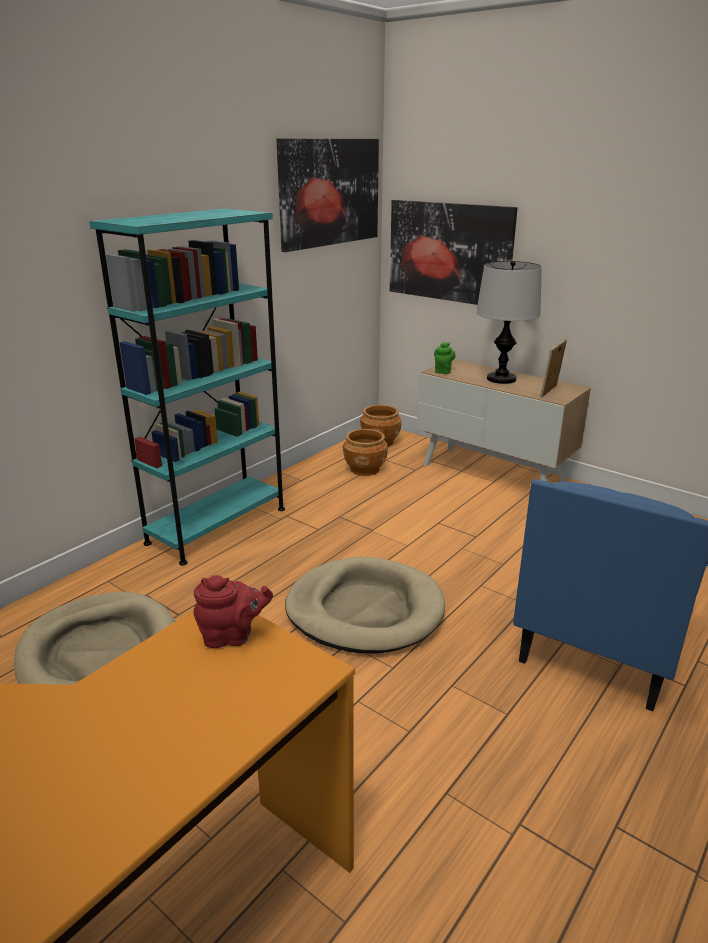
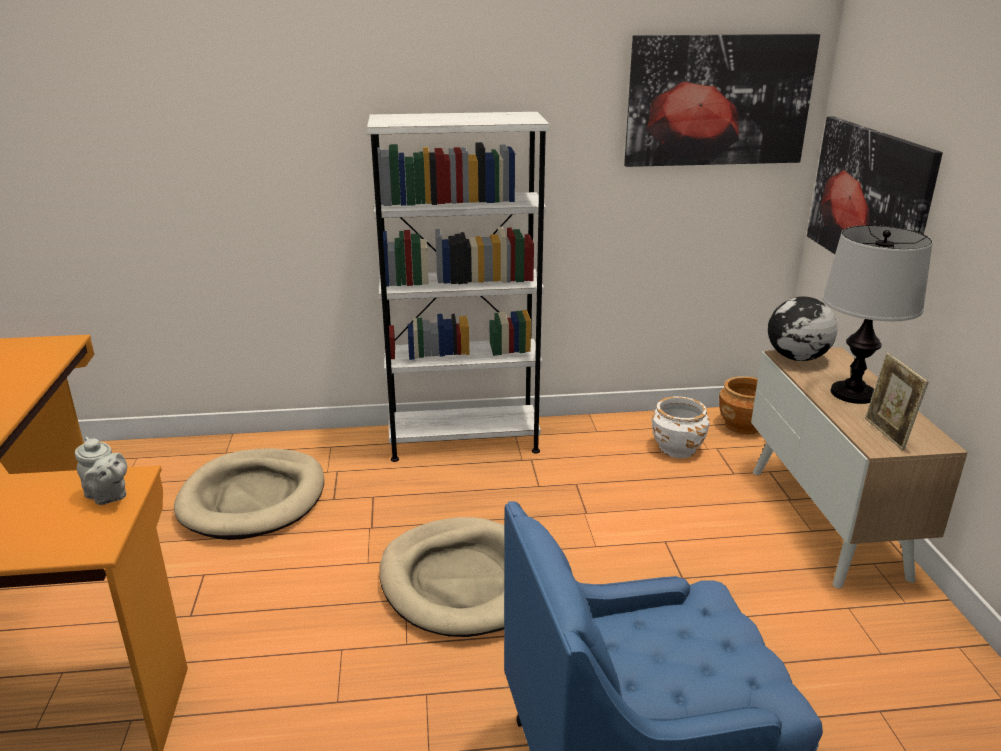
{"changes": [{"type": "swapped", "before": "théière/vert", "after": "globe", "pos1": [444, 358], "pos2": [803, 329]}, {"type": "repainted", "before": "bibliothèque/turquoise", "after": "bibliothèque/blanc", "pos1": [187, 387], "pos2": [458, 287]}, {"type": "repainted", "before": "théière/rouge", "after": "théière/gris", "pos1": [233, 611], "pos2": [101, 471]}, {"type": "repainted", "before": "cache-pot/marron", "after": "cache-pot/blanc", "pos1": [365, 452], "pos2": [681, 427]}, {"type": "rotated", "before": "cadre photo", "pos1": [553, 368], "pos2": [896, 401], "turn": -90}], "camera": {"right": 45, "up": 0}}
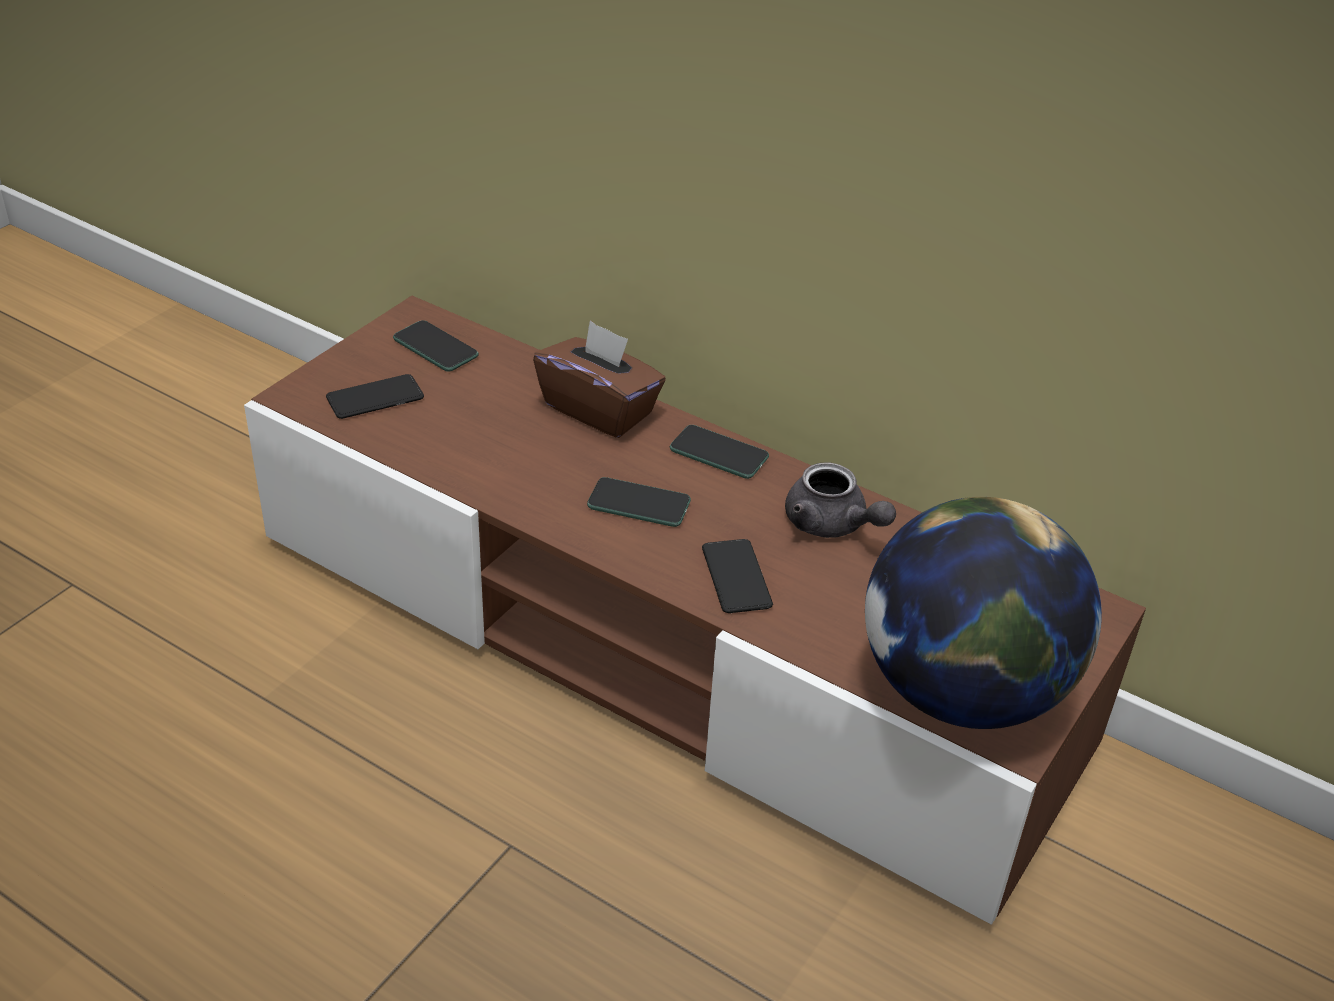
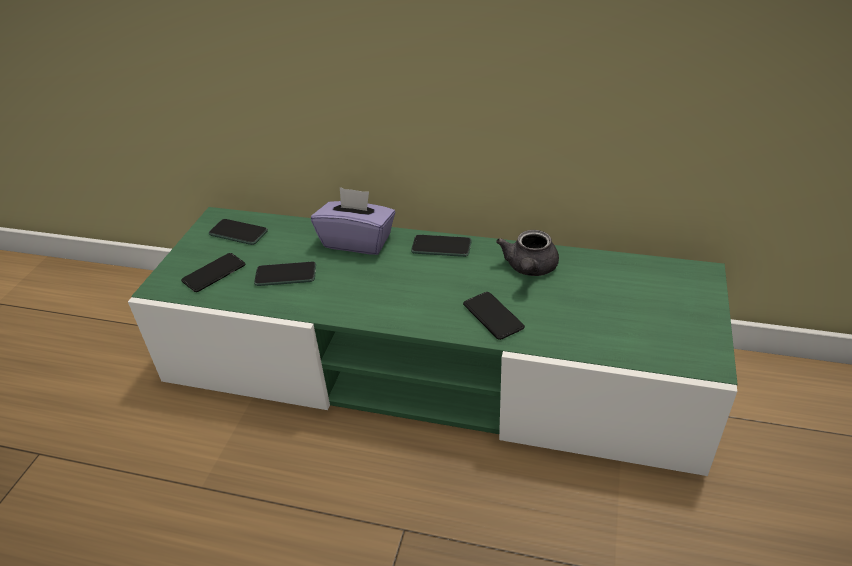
{"changes": [{"type": "gone", "before": "globe", "pos1": [983, 613]}, {"type": "shifted", "before": "téléphone", "pos1": [639, 502], "pos2": [285, 274]}, {"type": "repainted", "before": "meuble télé/marron", "after": "meuble télé/vert", "pos1": [695, 610], "pos2": [433, 341]}, {"type": "repainted", "before": "boîte à mouchoirs/marron", "after": "boîte à mouchoirs/violet", "pos1": [599, 379], "pos2": [353, 221]}, {"type": "rotated", "before": "théière/gris", "pos1": [840, 500], "pos2": [527, 253], "turn": 75}], "camera": {"right": -15, "up": 0}}
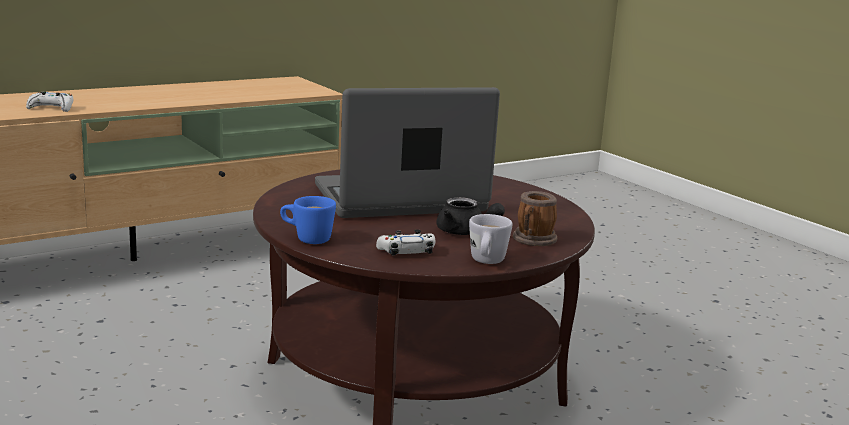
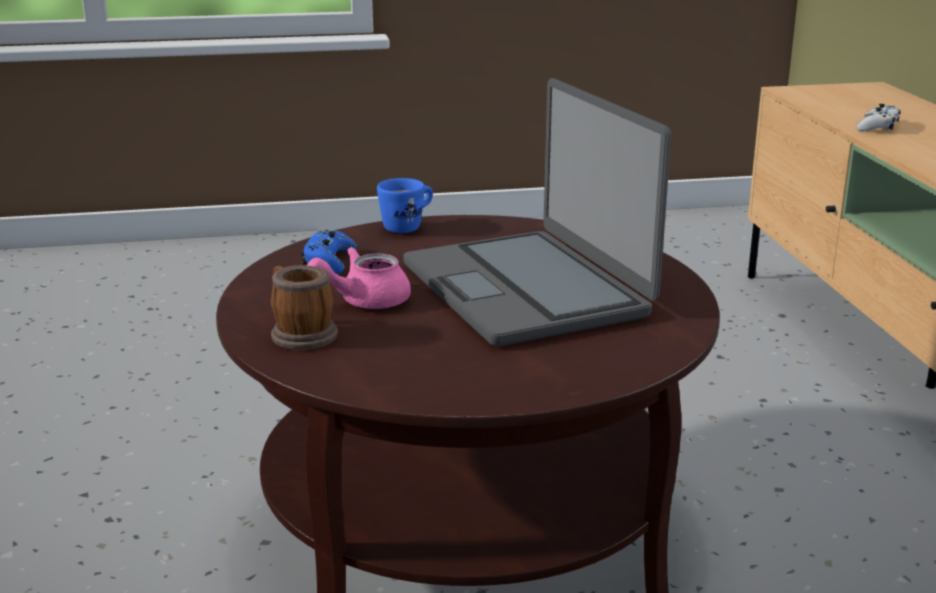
{"changes": [{"type": "gone", "before": "mug/blanc", "pos1": [491, 239]}, {"type": "repainted", "before": "manette/blanc", "after": "manette/bleu", "pos1": [405, 243], "pos2": [329, 251]}, {"type": "repainted", "before": "théière/noir", "after": "théière/rose", "pos1": [470, 216], "pos2": [359, 278]}, {"type": "rotated", "before": "ordinateur portable", "pos1": [407, 152], "pos2": [537, 212], "turn": 150}], "camera": {"right": 115, "up": 5}}
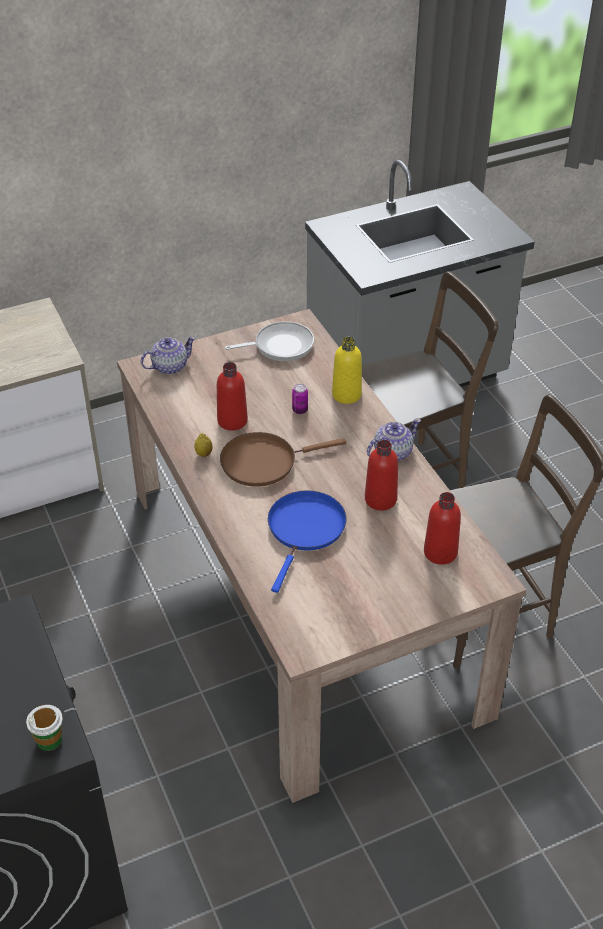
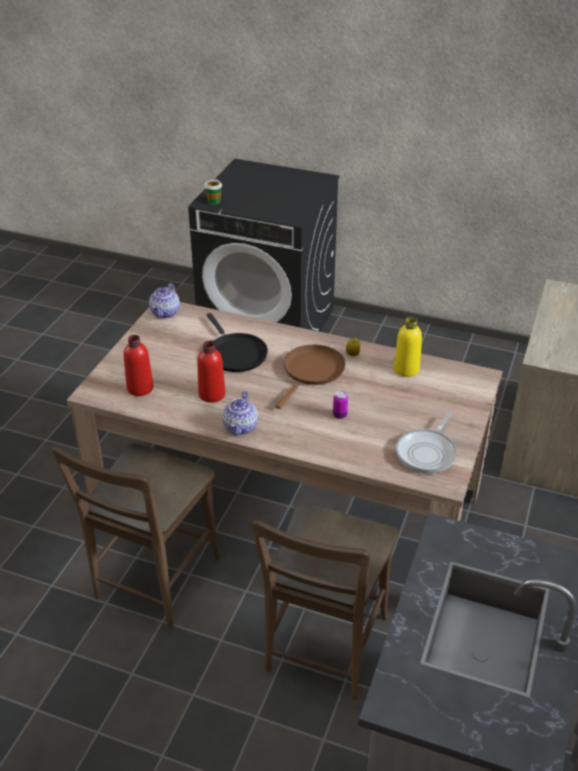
{"changes": [{"type": "gone", "before": "bouteille/rouge", "pos1": [232, 396]}, {"type": "shifted", "before": "théière", "pos1": [168, 355], "pos2": [164, 300]}, {"type": "shifted", "before": "bouteille/jaune", "pos1": [347, 370], "pos2": [408, 347]}, {"type": "repainted", "before": "poêle/bleu", "after": "poêle/noir", "pos1": [307, 541], "pos2": [237, 342]}], "camera": {"right": 135, "up": -5}}
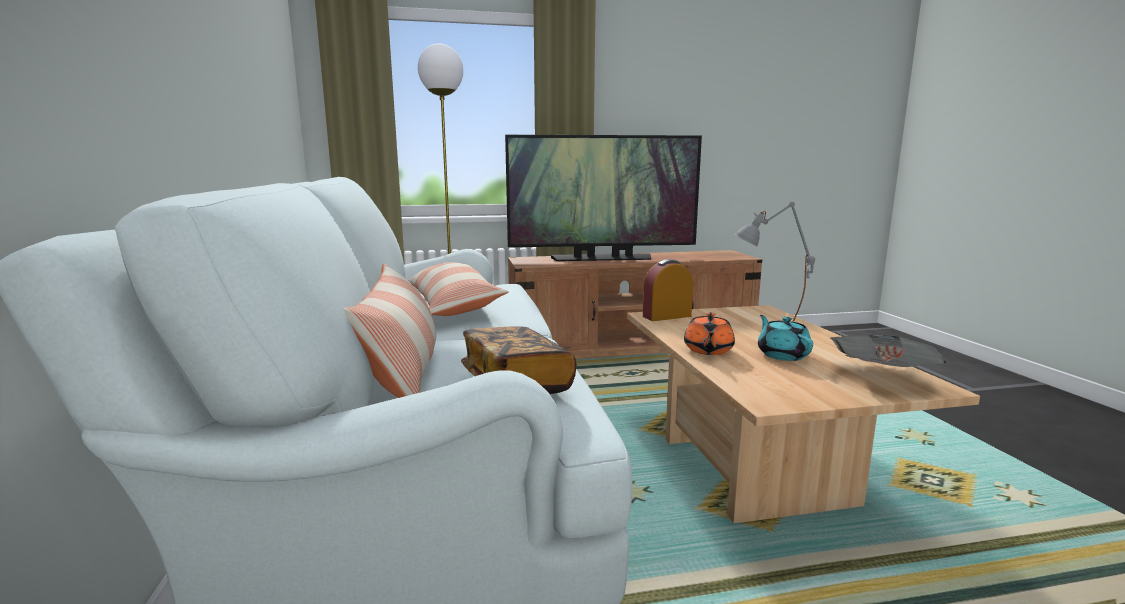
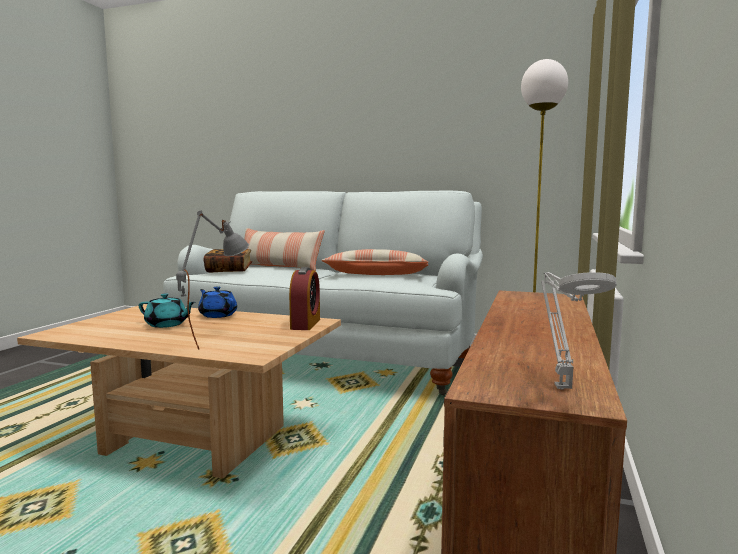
{"changes": [{"type": "gone", "before": "téléviseur", "pos1": [603, 198]}, {"type": "gone", "before": "journal", "pos1": [888, 351]}, {"type": "new", "after": "lampe de table/gris", "pos2": [579, 331]}, {"type": "repainted", "before": "théière/orange", "after": "théière/bleu", "pos1": [709, 333], "pos2": [217, 302]}], "camera": {"right": 120, "up": -5}}
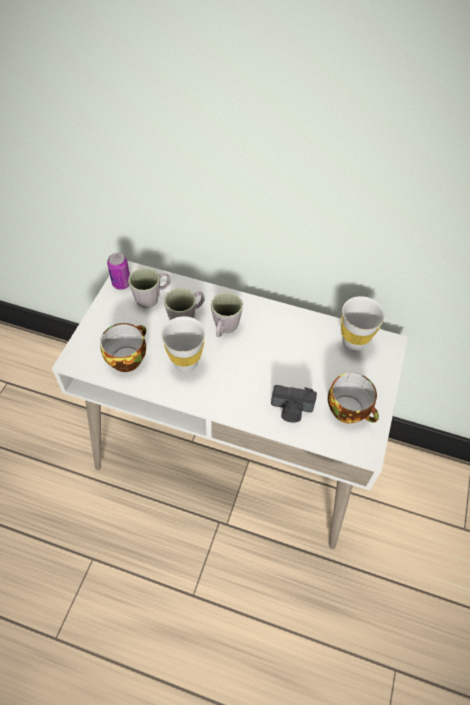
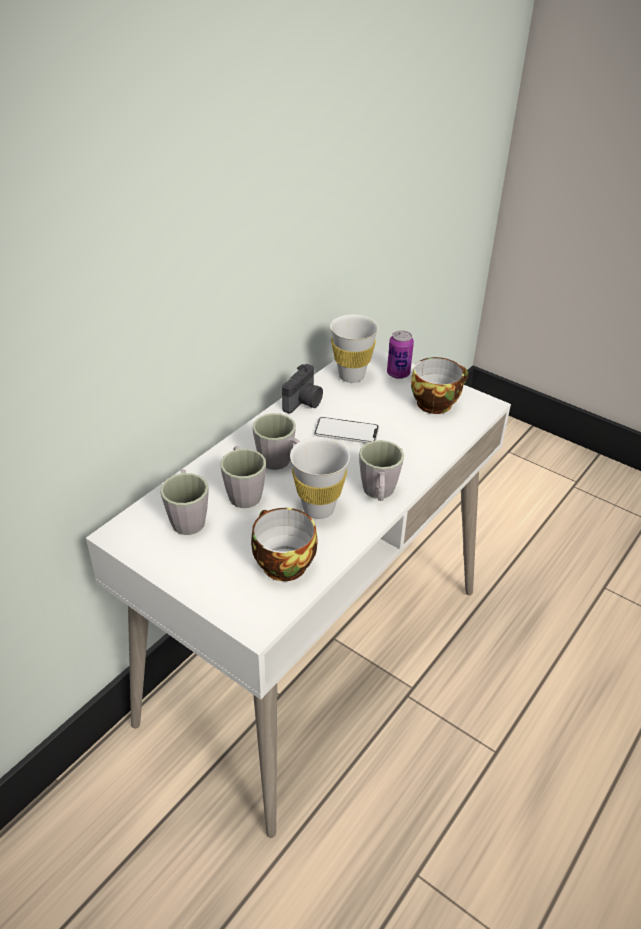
{"changes": [{"type": "new", "after": "téléphone", "pos2": [346, 430]}, {"type": "new", "after": "mug/gris", "pos2": [381, 470]}, {"type": "shifted", "before": "boîte métallique", "pos1": [118, 271], "pos2": [400, 354]}, {"type": "shifted", "before": "appareil photo", "pos1": [294, 404], "pos2": [302, 388]}], "camera": {"right": -70, "up": -15}}
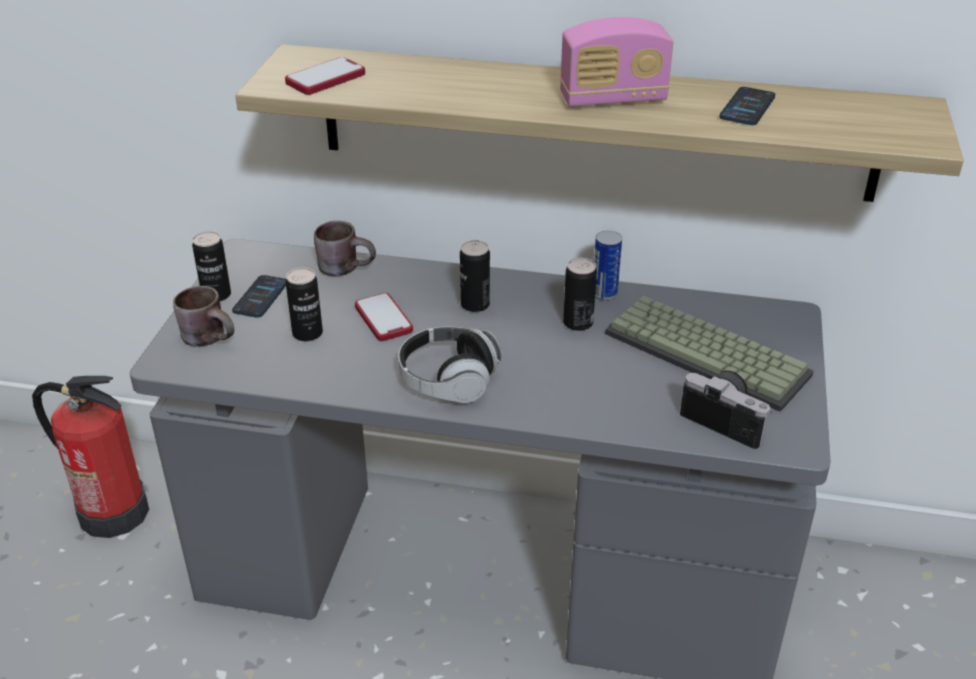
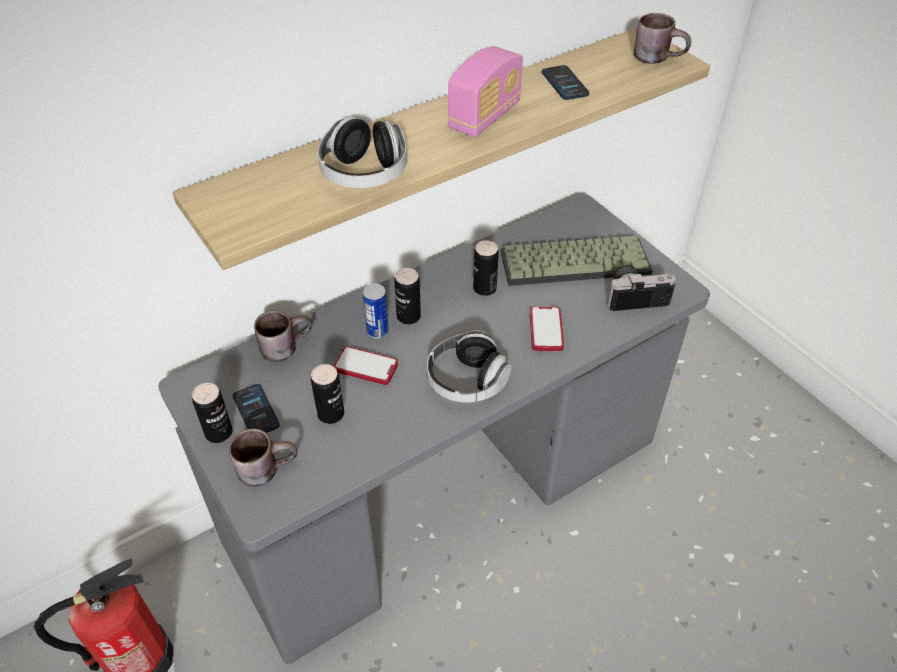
{"changes": [{"type": "new", "after": "casque audio", "pos2": [362, 152]}, {"type": "new", "after": "mug/marron", "pos2": [662, 38]}, {"type": "shifted", "before": "téléphone", "pos1": [325, 76], "pos2": [547, 328]}, {"type": "shifted", "before": "boîte métallique", "pos1": [608, 265], "pos2": [376, 311]}], "camera": {"right": -45, "up": 10}}
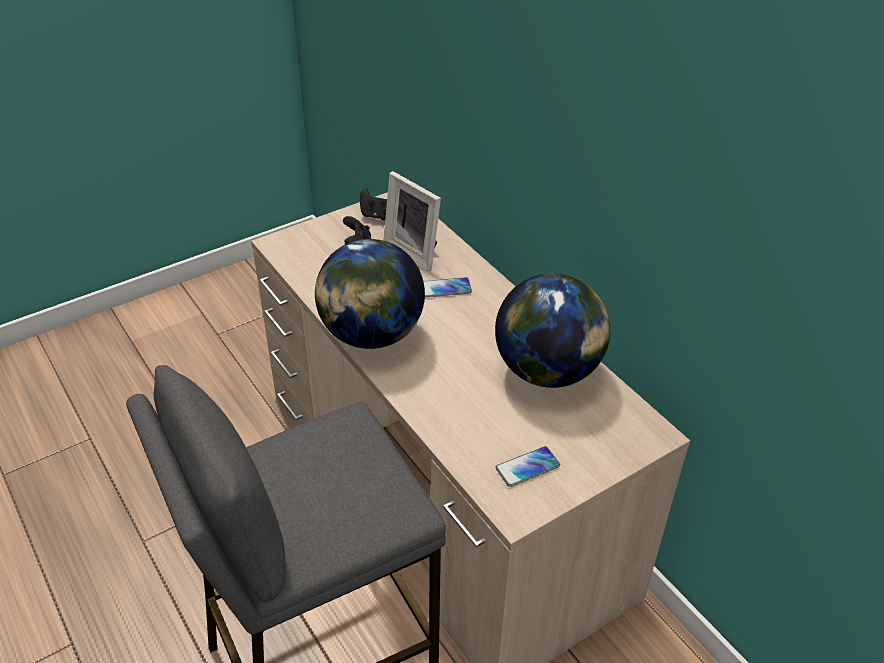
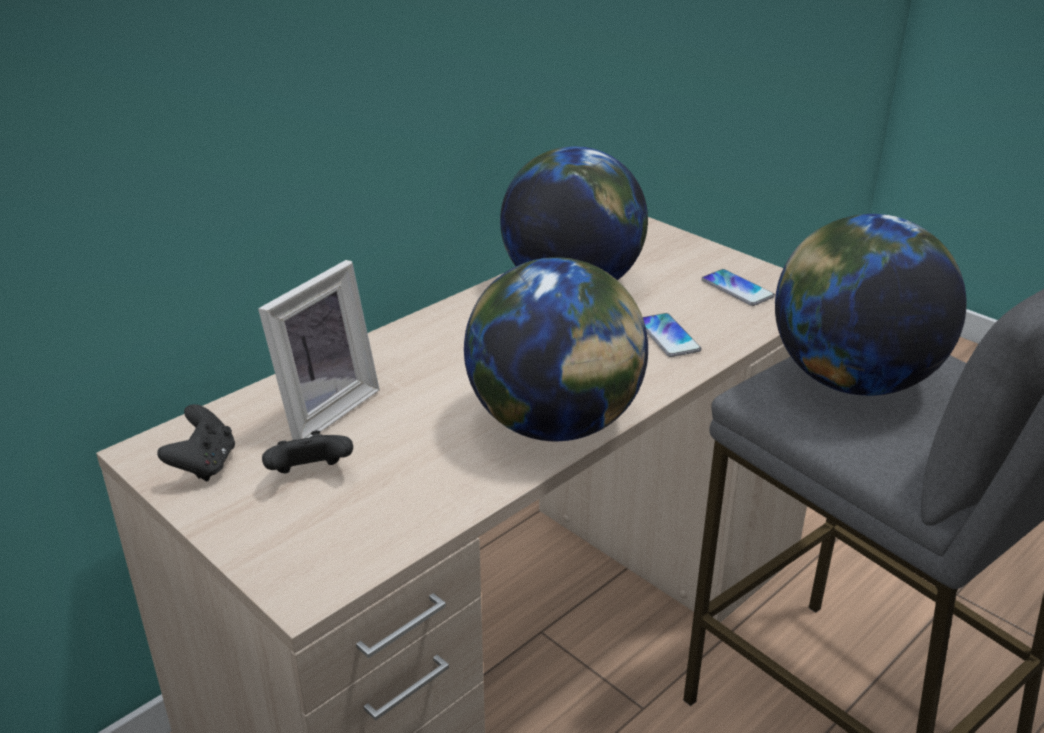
{"changes": [{"type": "new", "after": "globe", "pos2": [871, 305]}, {"type": "shifted", "before": "téléphone", "pos1": [447, 287], "pos2": [672, 335]}], "camera": {"right": -100, "up": -10}}
